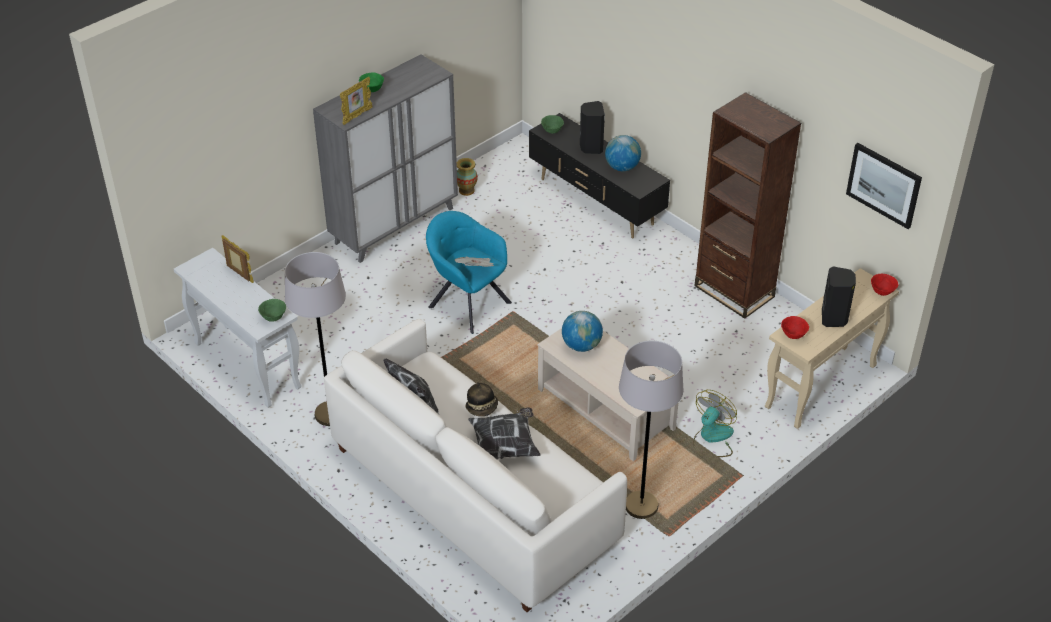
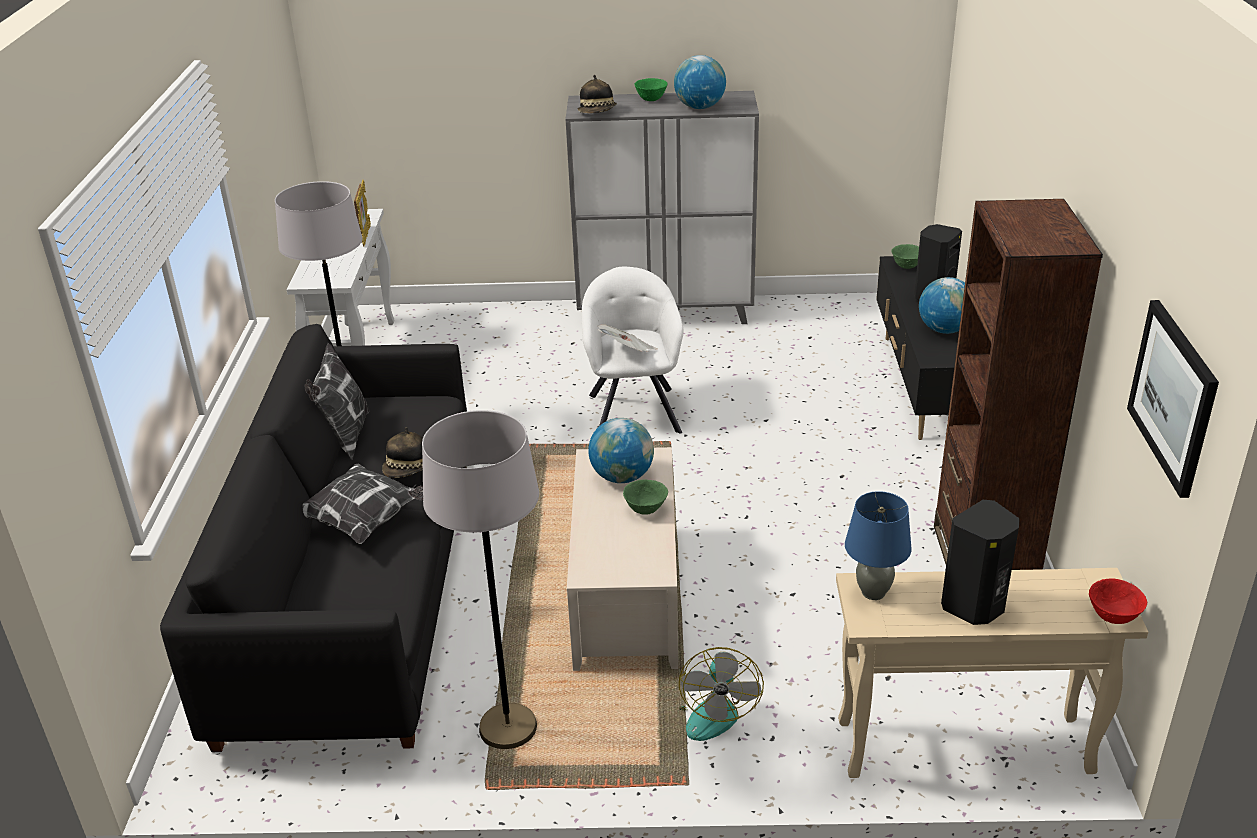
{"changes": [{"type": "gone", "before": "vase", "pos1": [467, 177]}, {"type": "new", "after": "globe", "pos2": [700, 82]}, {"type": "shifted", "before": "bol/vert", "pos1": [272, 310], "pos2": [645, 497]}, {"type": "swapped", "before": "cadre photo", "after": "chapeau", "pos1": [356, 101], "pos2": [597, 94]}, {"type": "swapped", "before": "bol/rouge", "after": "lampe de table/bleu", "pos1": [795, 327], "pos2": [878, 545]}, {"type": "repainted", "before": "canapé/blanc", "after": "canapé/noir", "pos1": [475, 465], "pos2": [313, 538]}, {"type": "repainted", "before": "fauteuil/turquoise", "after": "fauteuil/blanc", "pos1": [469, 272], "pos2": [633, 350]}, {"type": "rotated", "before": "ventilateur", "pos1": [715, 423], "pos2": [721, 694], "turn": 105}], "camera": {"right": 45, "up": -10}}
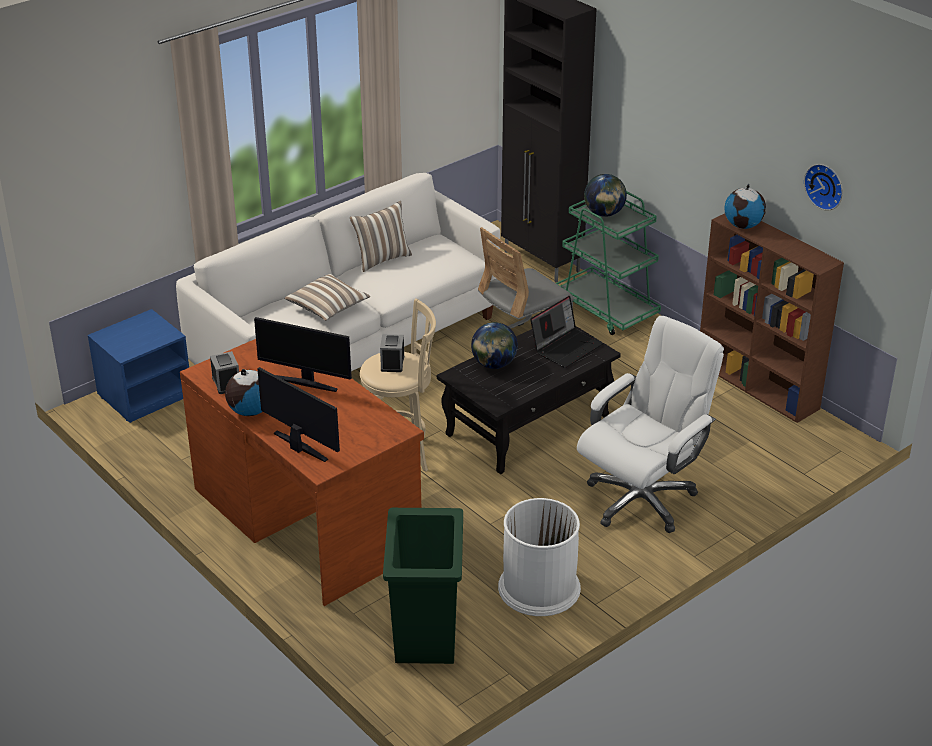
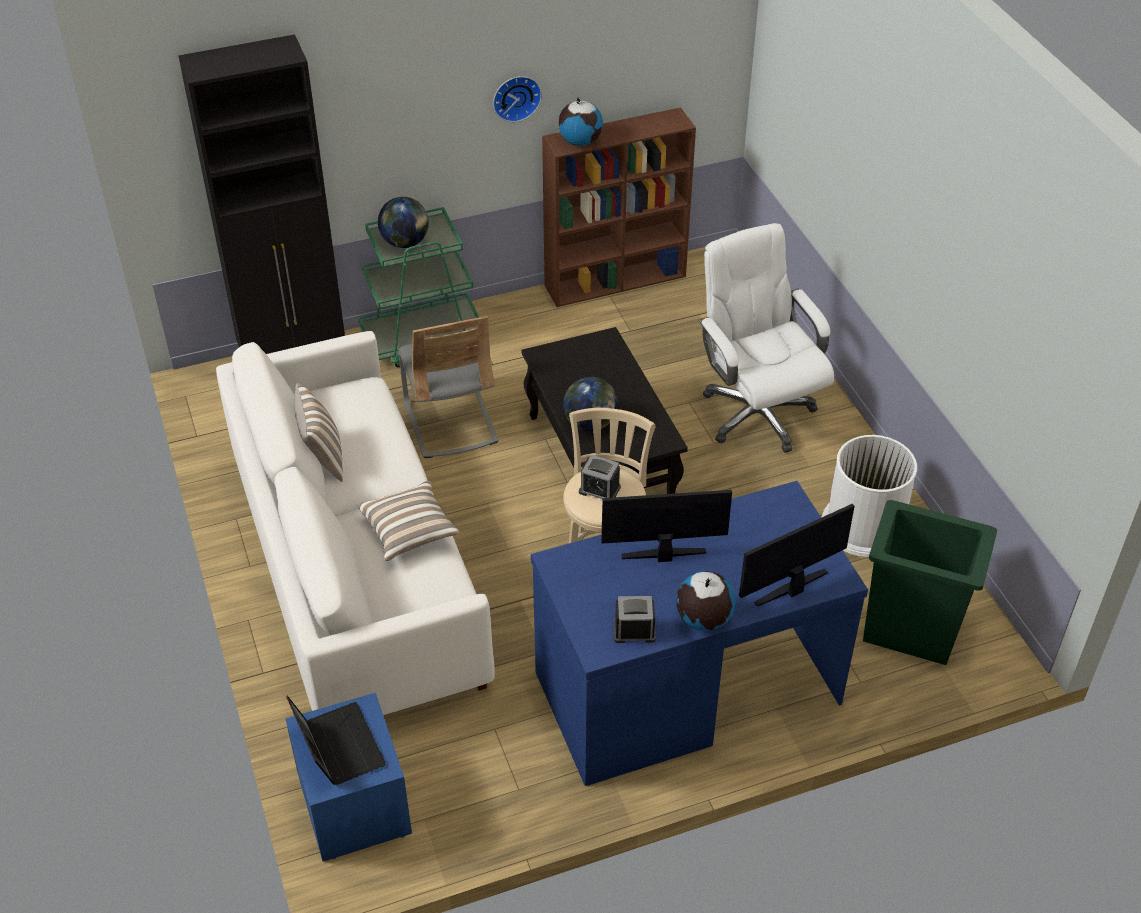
{"changes": [{"type": "shifted", "before": "ordinateur portable", "pos1": [566, 332], "pos2": [336, 740]}, {"type": "shifted", "before": "horloge murale", "pos1": [823, 187], "pos2": [517, 99]}, {"type": "repainted", "before": "bureau/marron", "after": "bureau/bleu", "pos1": [302, 472], "pos2": [699, 633]}, {"type": "rotated", "before": "écran d'ordinateur", "pos1": [303, 354], "pos2": [666, 526], "turn": -135}], "camera": {"right": -70, "up": 10}}
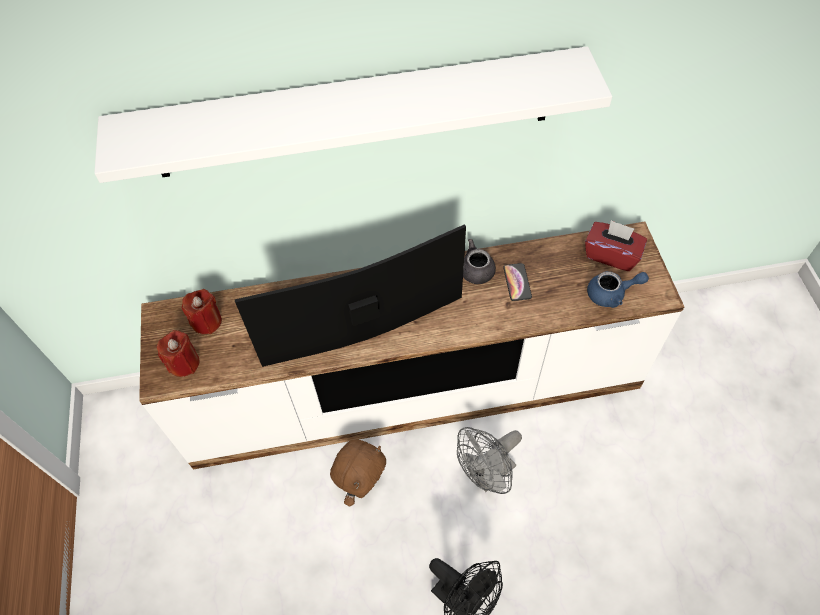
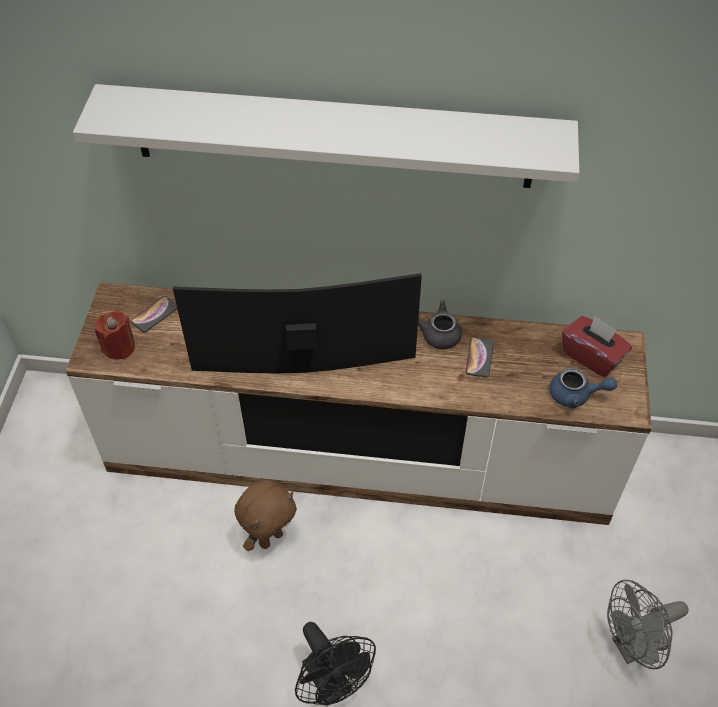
{"changes": [{"type": "shifted", "before": "ventilateur/gris", "pos1": [489, 460], "pos2": [648, 624]}, {"type": "swapped", "before": "bougie/rouge", "after": "téléphone", "pos1": [202, 311], "pos2": [154, 314]}], "camera": {"right": 15, "up": -5}}
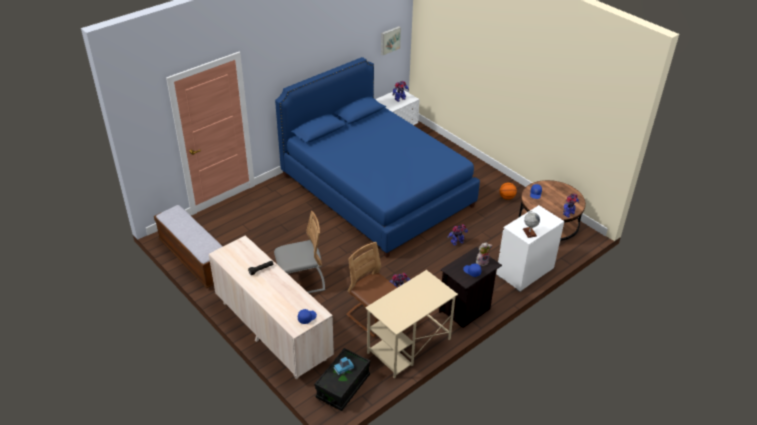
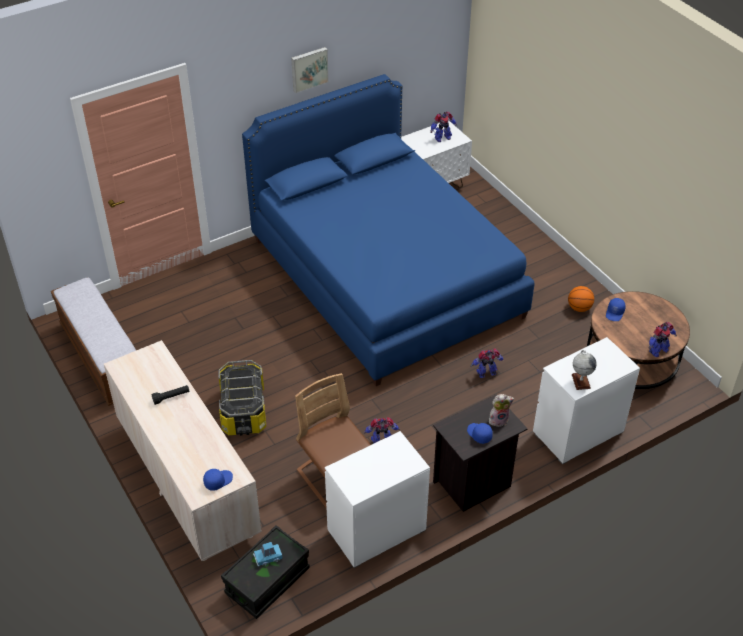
{"changes": [{"type": "shifted", "before": "tableau", "pos1": [391, 41], "pos2": [310, 70]}, {"type": "swapped", "before": "chaise/gris", "after": "boîte de rangement", "pos1": [299, 252], "pos2": [242, 398]}, {"type": "swapped", "before": "bureau/beige", "after": "commode/blanc", "pos1": [411, 324], "pos2": [377, 499]}], "camera": {"right": 10, "up": 5}}
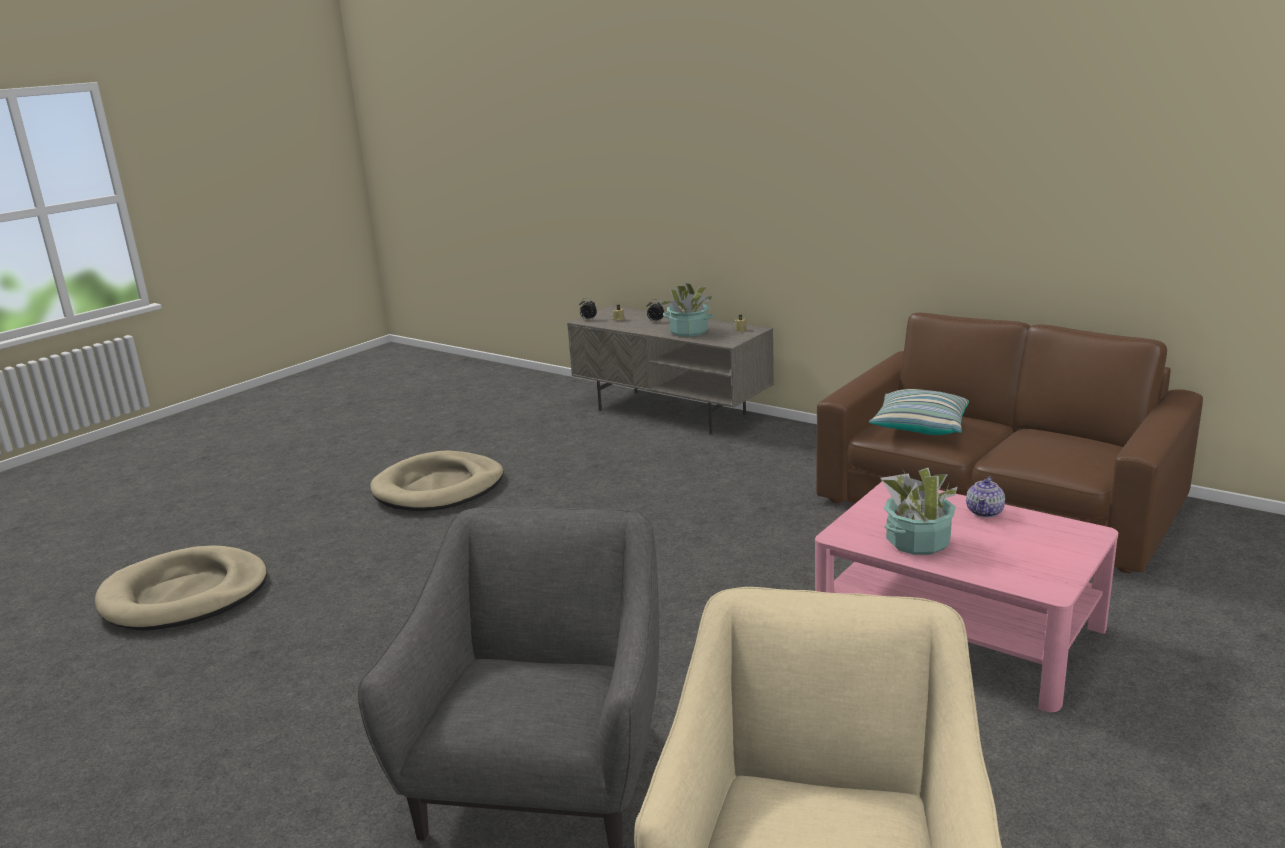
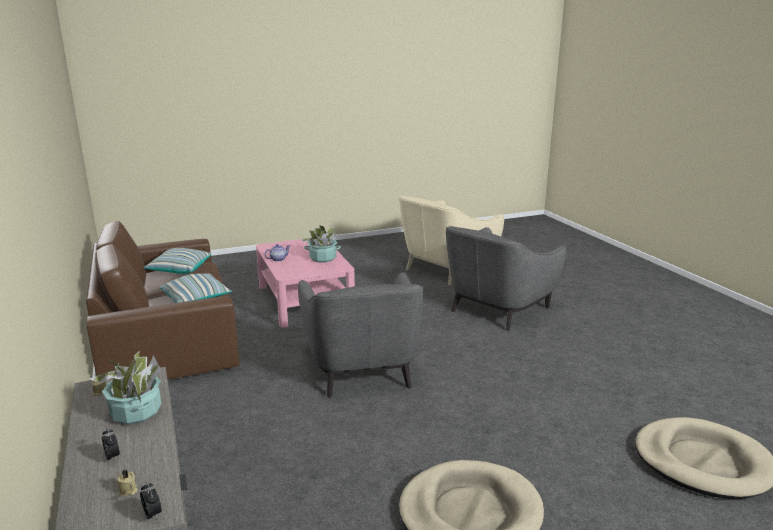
{"changes": [{"type": "new", "after": "coussin", "pos2": [177, 261]}, {"type": "new", "after": "fauteuil/gris", "pos2": [360, 335]}], "camera": {"right": -150, "up": 0}}
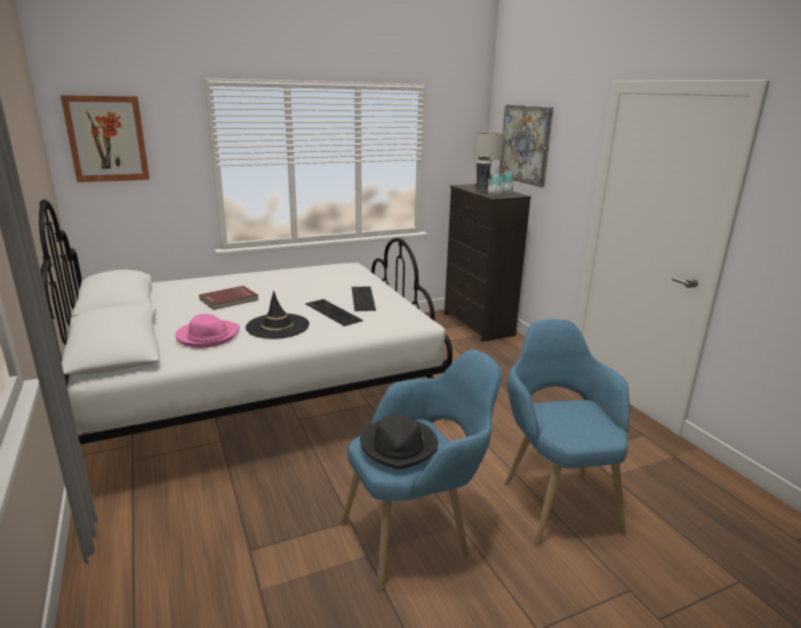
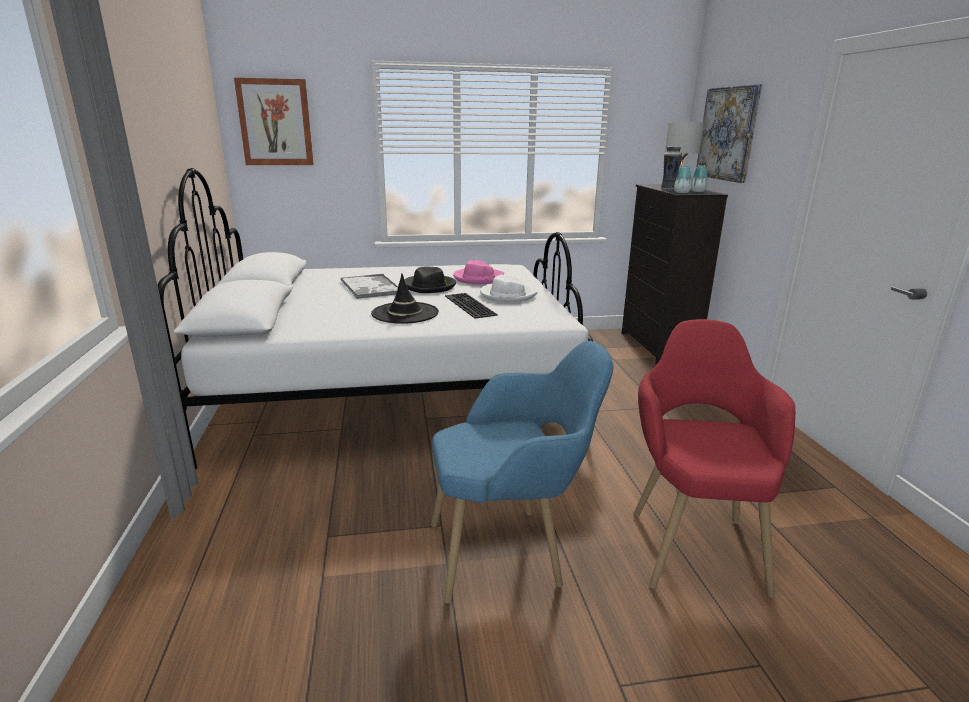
{"changes": [{"type": "shifted", "before": "chapeau/rose", "pos1": [207, 331], "pos2": [478, 272]}, {"type": "shifted", "before": "chapeau/noir", "pos1": [399, 442], "pos2": [430, 279]}, {"type": "swapped", "before": "livre/rouge", "after": "plateau", "pos1": [229, 298], "pos2": [369, 286]}, {"type": "swapped", "before": "clavier", "after": "chapeau/blanc", "pos1": [363, 298], "pos2": [508, 289]}, {"type": "repainted", "before": "fauteuil/bleu", "after": "fauteuil/rouge", "pos1": [567, 432], "pos2": [714, 458]}], "camera": {"right": 15, "up": 0}}
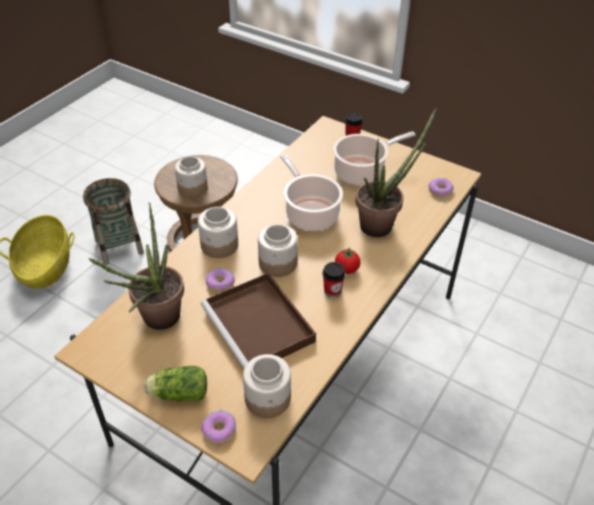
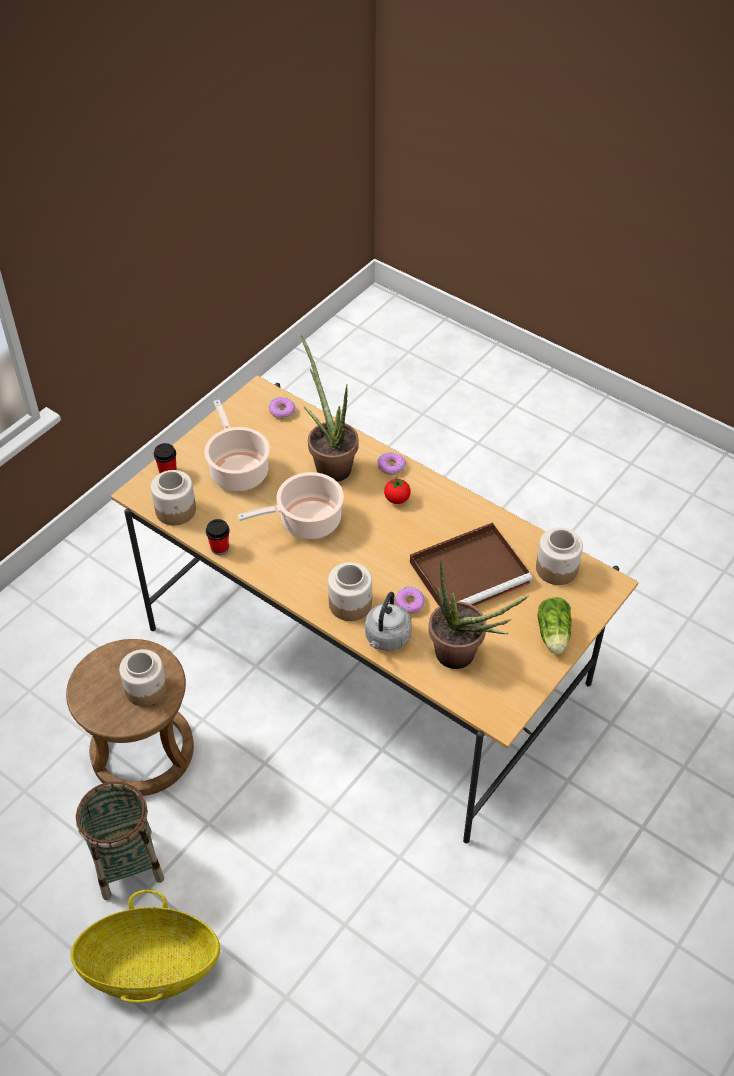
{"changes": [{"type": "new", "after": "bouilloire/gris", "pos2": [388, 621]}, {"type": "shifted", "before": "beignet", "pos1": [218, 426], "pos2": [392, 463]}, {"type": "shifted", "before": "bocal", "pos1": [278, 250], "pos2": [173, 497]}, {"type": "shifted", "before": "tasse", "pos1": [334, 279], "pos2": [218, 537]}], "camera": {"right": -85, "up": 5}}
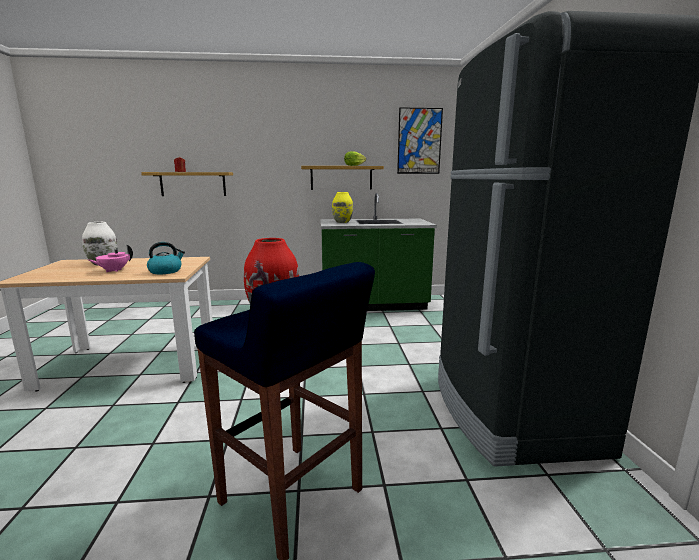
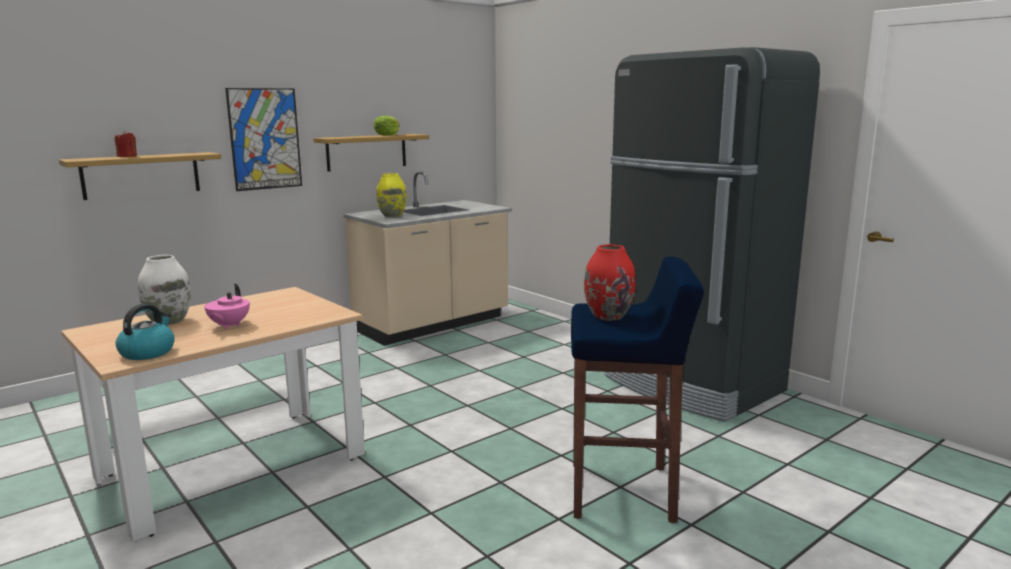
{"changes": [{"type": "shifted", "before": "bouilloire", "pos1": [166, 258], "pos2": [145, 332]}, {"type": "shifted", "before": "tableau", "pos1": [420, 140], "pos2": [263, 139]}, {"type": "repainted", "before": "comptoir de cuisine/vert", "after": "comptoir de cuisine/beige", "pos1": [378, 252], "pos2": [427, 258]}], "camera": {"right": -35, "up": 0}}
